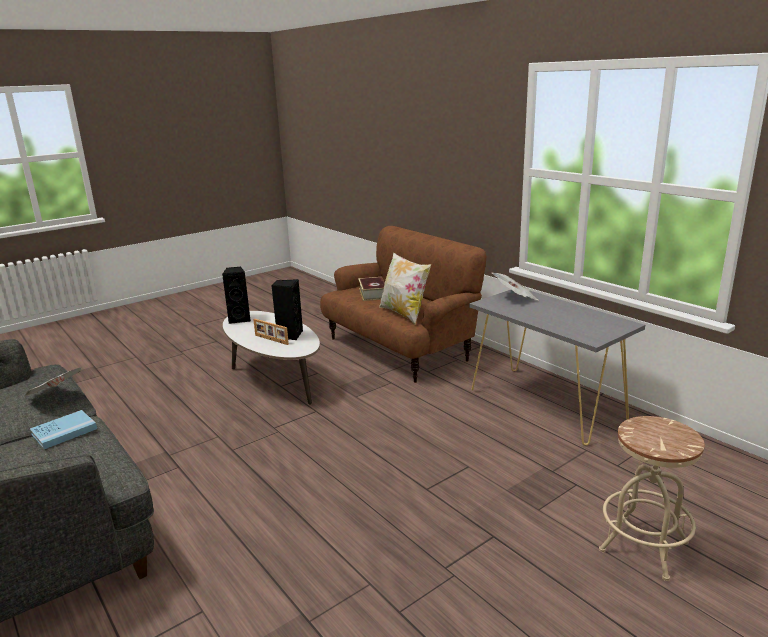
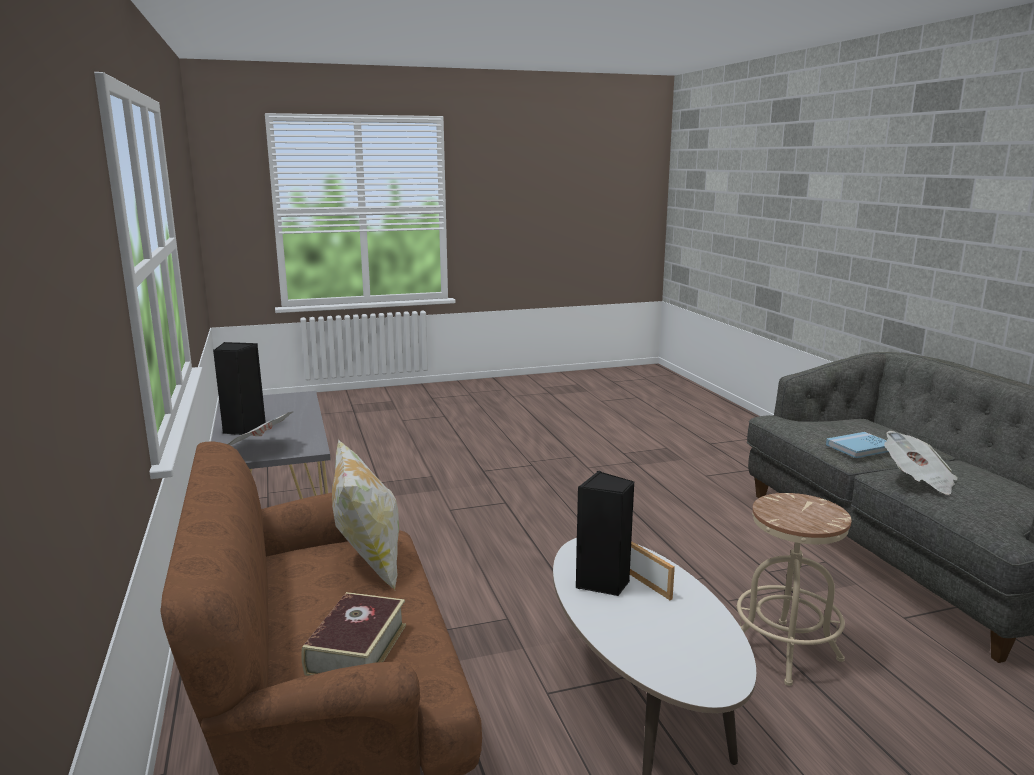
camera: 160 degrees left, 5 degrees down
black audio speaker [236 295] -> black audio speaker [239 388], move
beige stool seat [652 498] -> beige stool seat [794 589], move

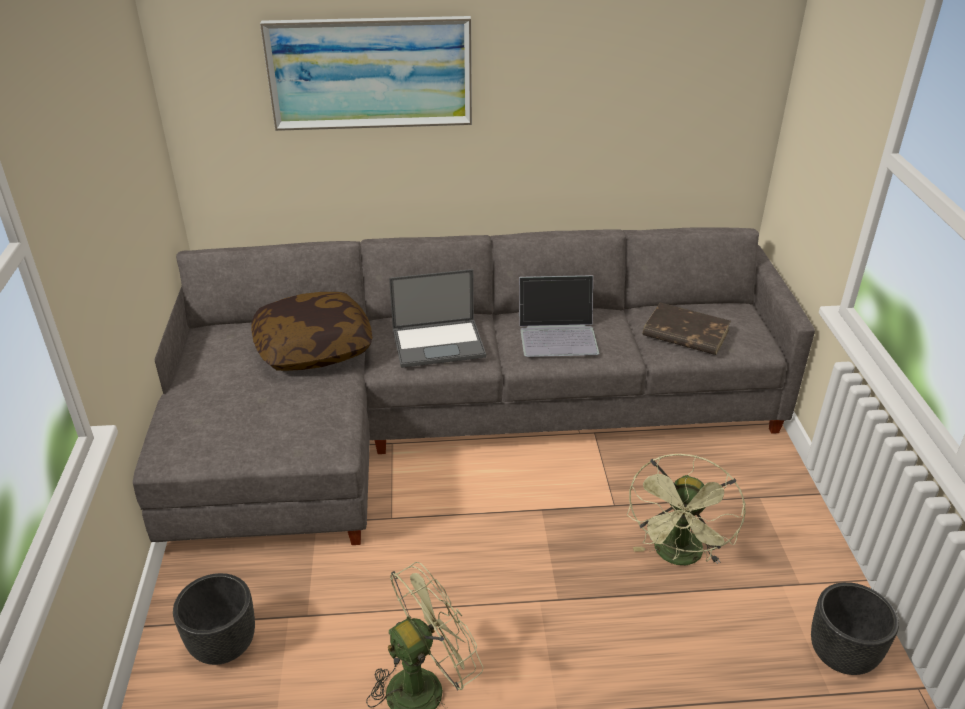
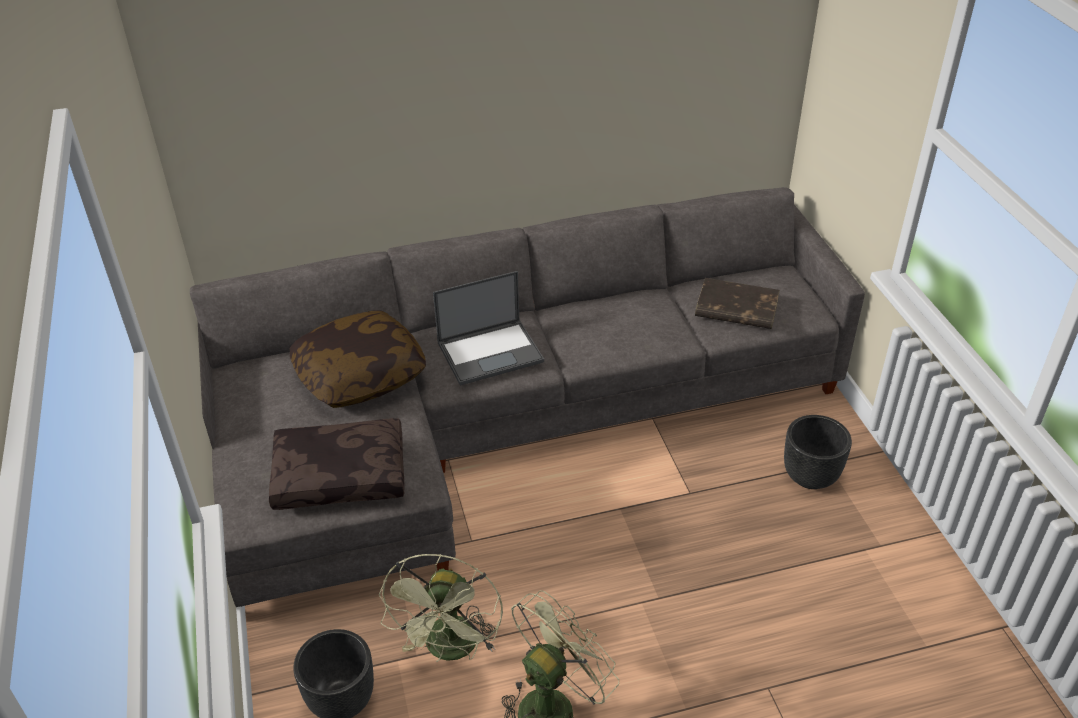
camera: 10 degrees left, 5 degrees up
wall picture [366 73] -> none
notebook computer [559 316] -> none
none -> brown-coloured throw pillow [336 464]
green-coloured cooling fan [686 509] -> green-coloured cooling fan [441 608], move
black plant pot [855 628] -> black plant pot [818 452], move

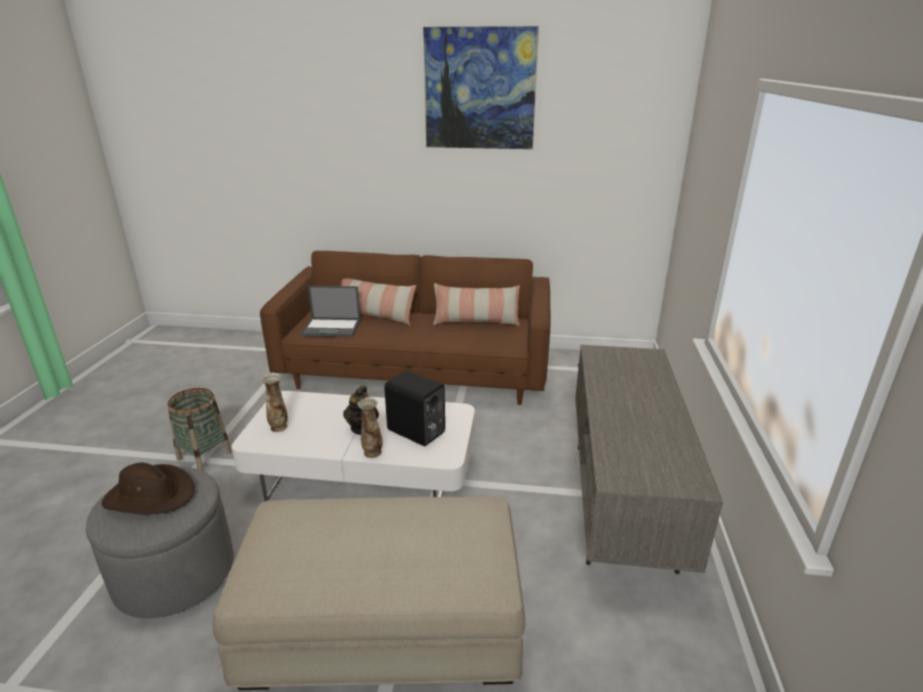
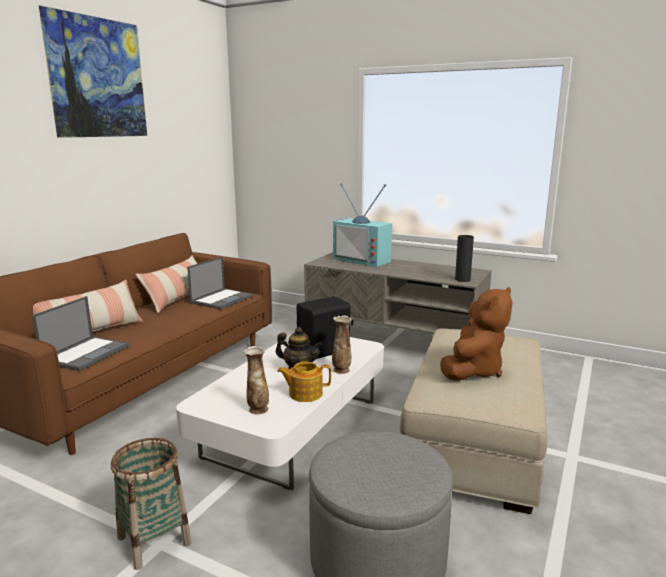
camera: 70 degrees left, 10 degrees down
brown-coloured clothing hat [148 488] -> none
none -> notebook computer [220 283]
none -> teapot [304 382]
none -> TV [362 225]
none -> brown-coloured plush toy [476 334]
none -> black vase [464 258]

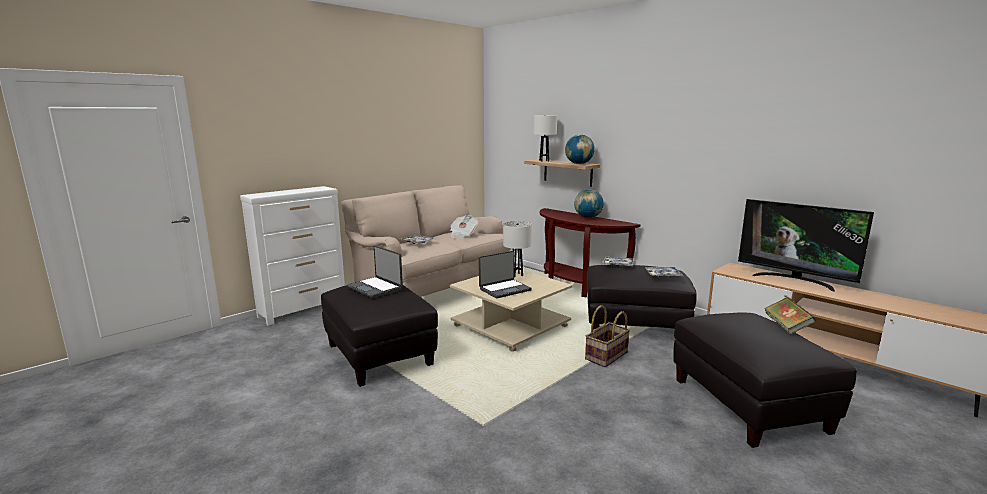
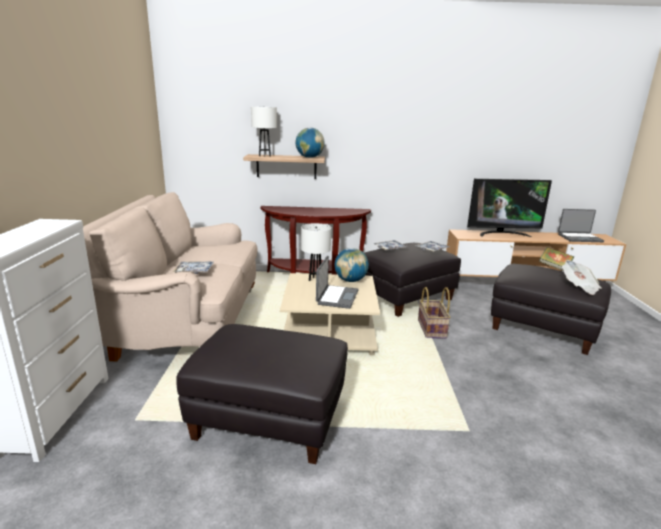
camera: 45 degrees left, 5 degrees up
notebook computer [375 271] -> notebook computer [581 225], move
newspaper [464 226] -> newspaper [582 277], move
globe [589 203] -> globe [352 265], move

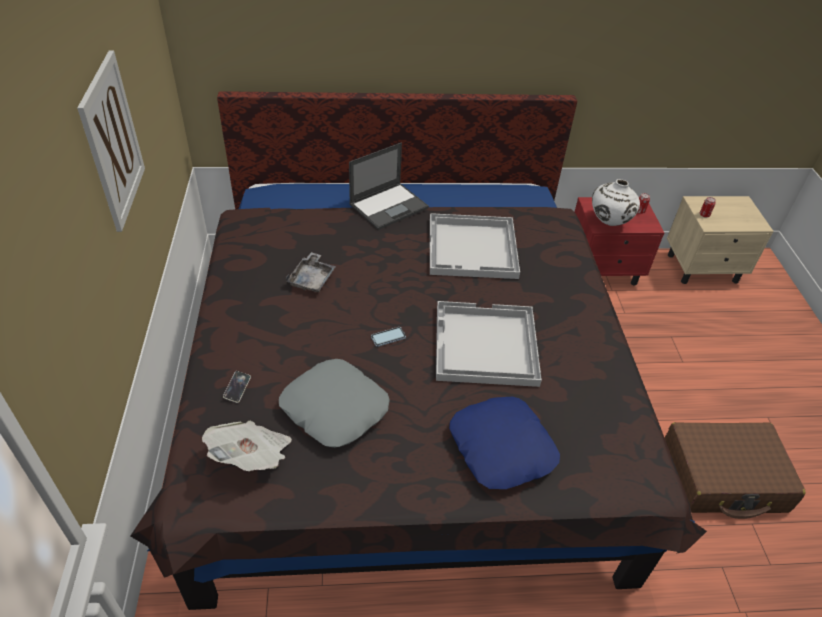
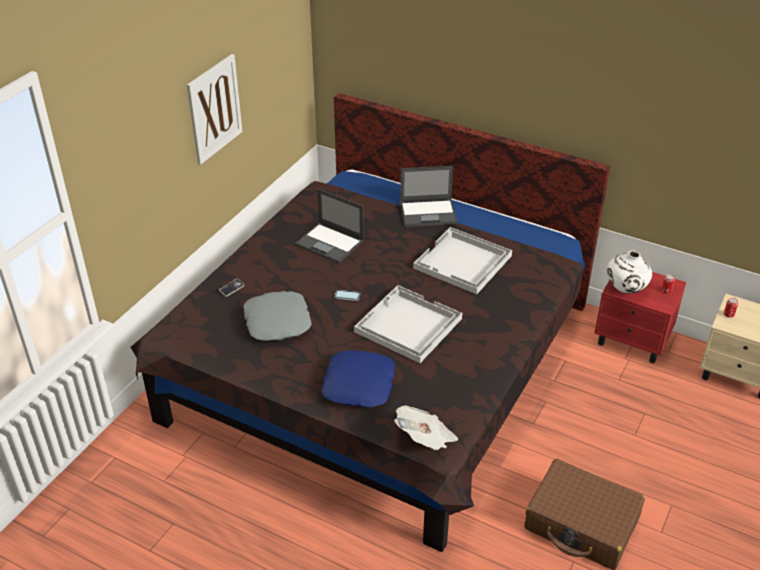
camera: 35 degrees right, 5 degrees down
newspaper [247 446] -> newspaper [426 427], move
gray serving tray [311 272] -> notebook computer [329 226]

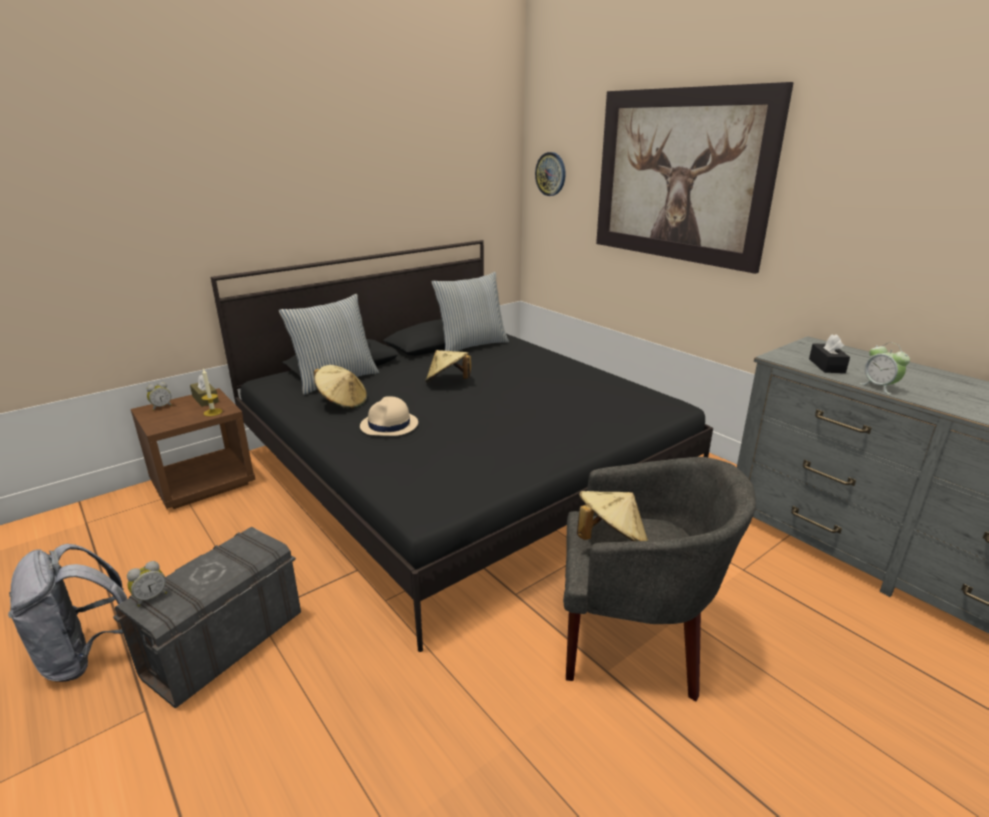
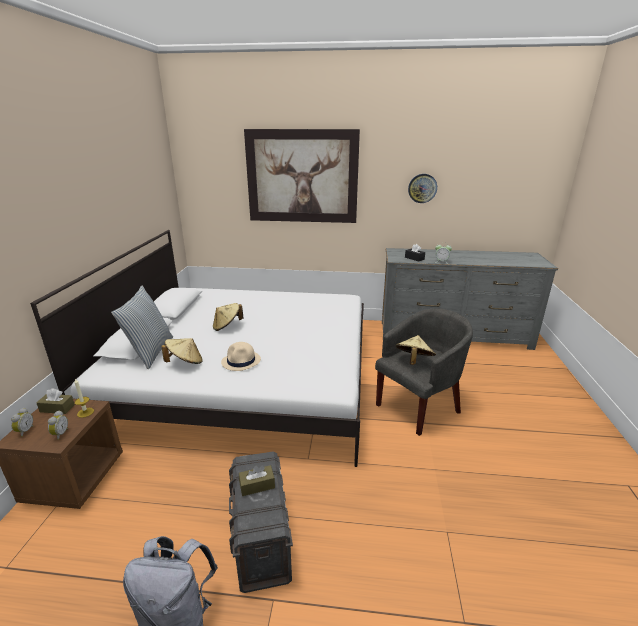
camera: 45 degrees left, 0 degrees up
throw pillow [470 311] -> none
none -> brown-coloured tissue holder [257 480]
bedside clock [147 583] -> bedside clock [58 425], move
hanging clock [550 174] -> hanging clock [422 188], move
black sleeping bed [462 446] -> whitish sleeping bed [197 348]

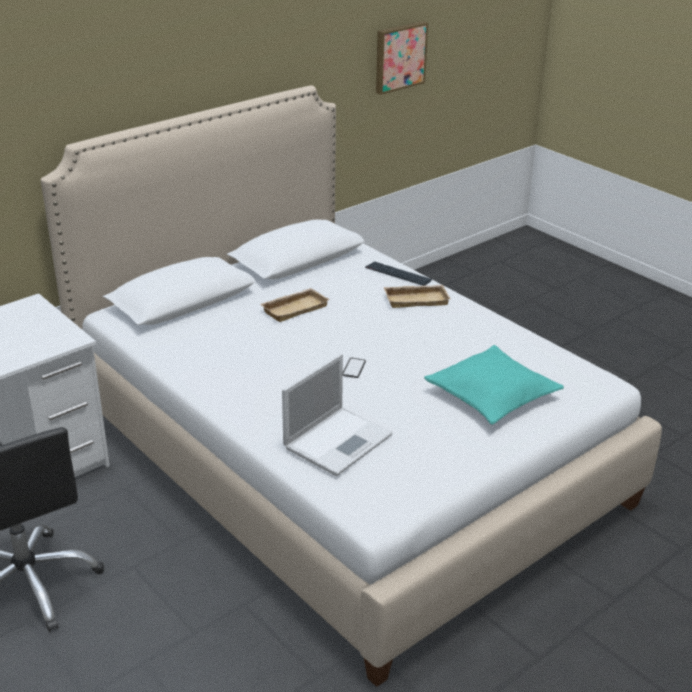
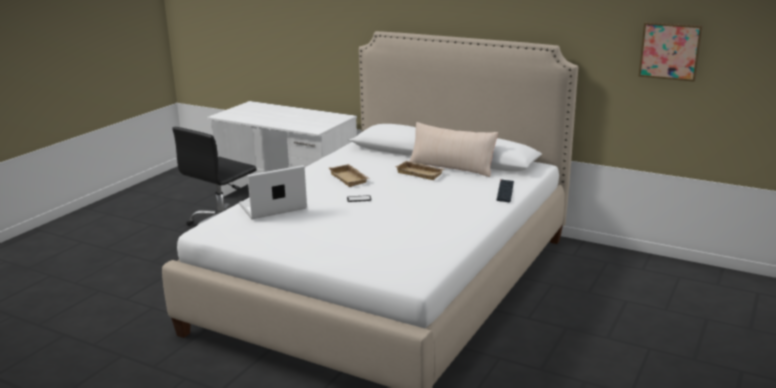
camera: 70 degrees right, 10 degrees down
blue-green throw pillow [494 385] -> none
none -> beige throw pillow [453 149]
beige serving tray [417 296] -> beige serving tray [349 175], move
notebook computer [337 415] -> notebook computer [273 192], 135 degrees clockwise

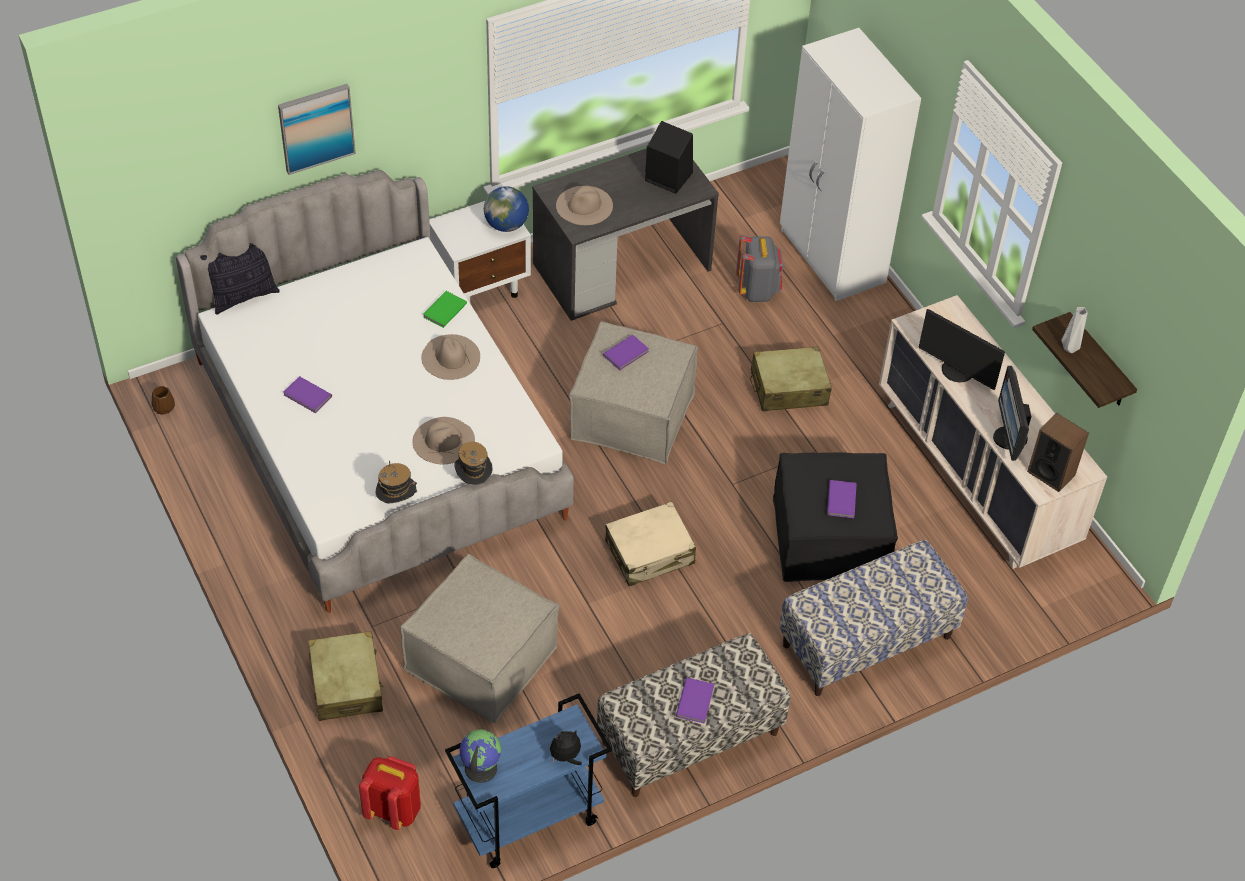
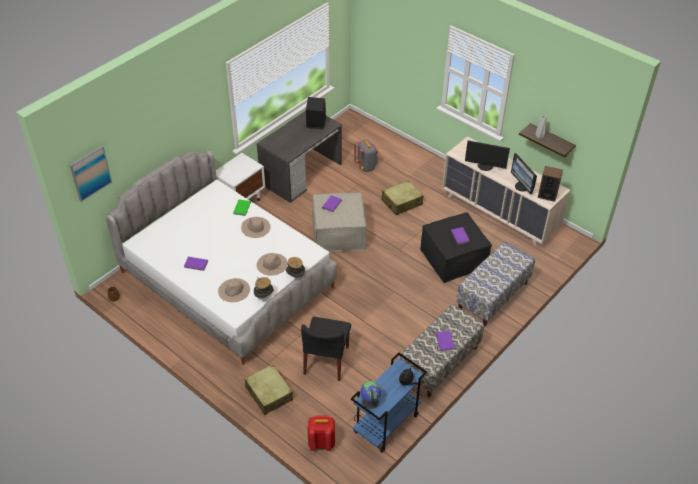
camera: 20 degrees left, 5 degrees down
throw pillow [240 279] -> none
globe [506 209] -> none
beige suitcase [650 543] -> none
whitish wardrobe [850 164] -> none
wall picture [317 129] -> wall picture [91 173], move
beige clothing hat [584 205] -> beige clothing hat [234 290], move
beige pouffe [480 638] -> black plain chair [326 349]

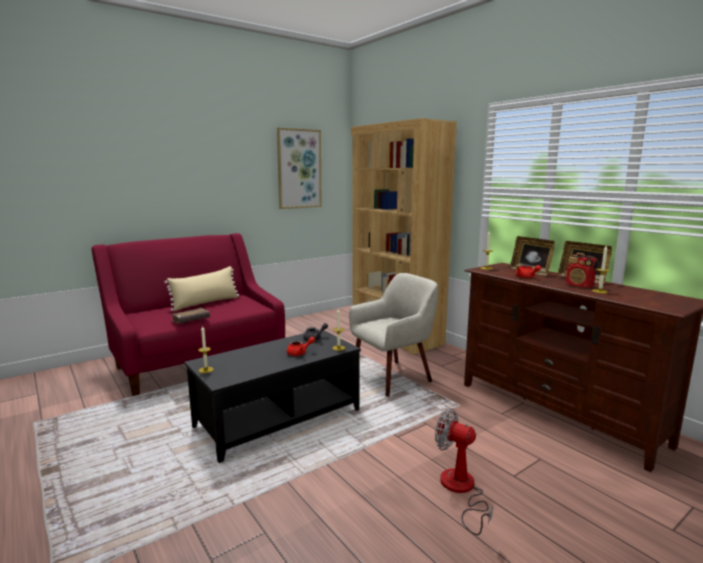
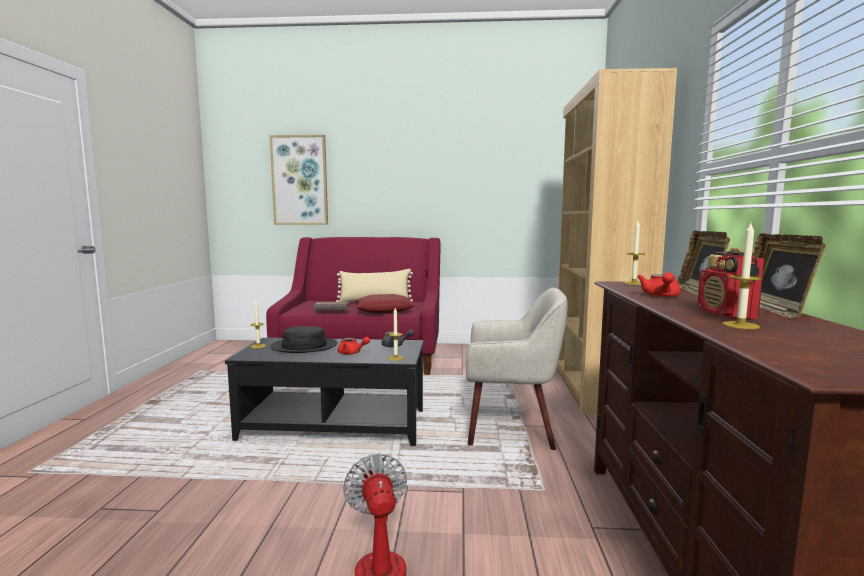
camera: 40 degrees right, 5 degrees down
none -> black clothing hat [304 339]
none -> red throw pillow [385 303]
wall picture [299 168] -> wall picture [299 180], move

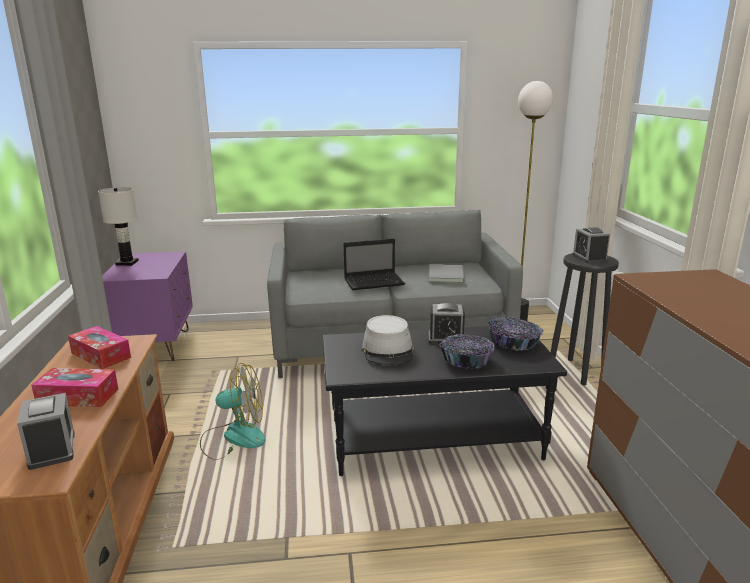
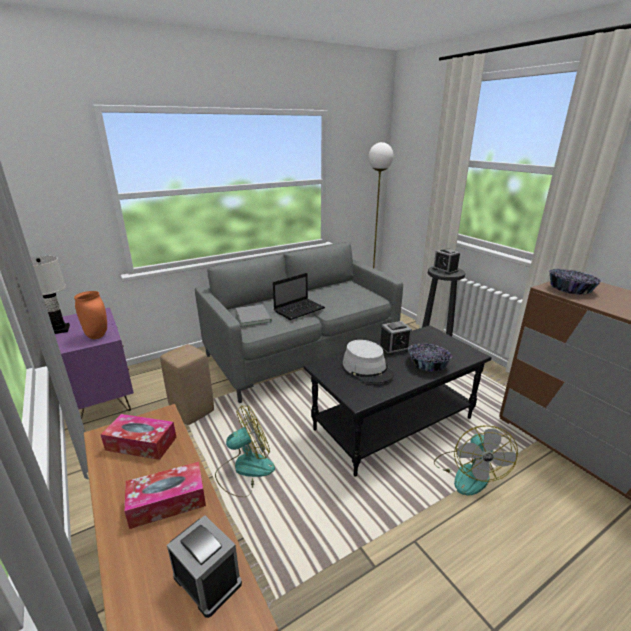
camera: 25 degrees left, 5 degrees up
none -> orange vase [90 315]
none -> beige stool seat [187 384]
none -> cooling fan [476 460]
gray volume [447 273] -> gray volume [254 315], move
bowl [516 334] -> bowl [575 282], move

